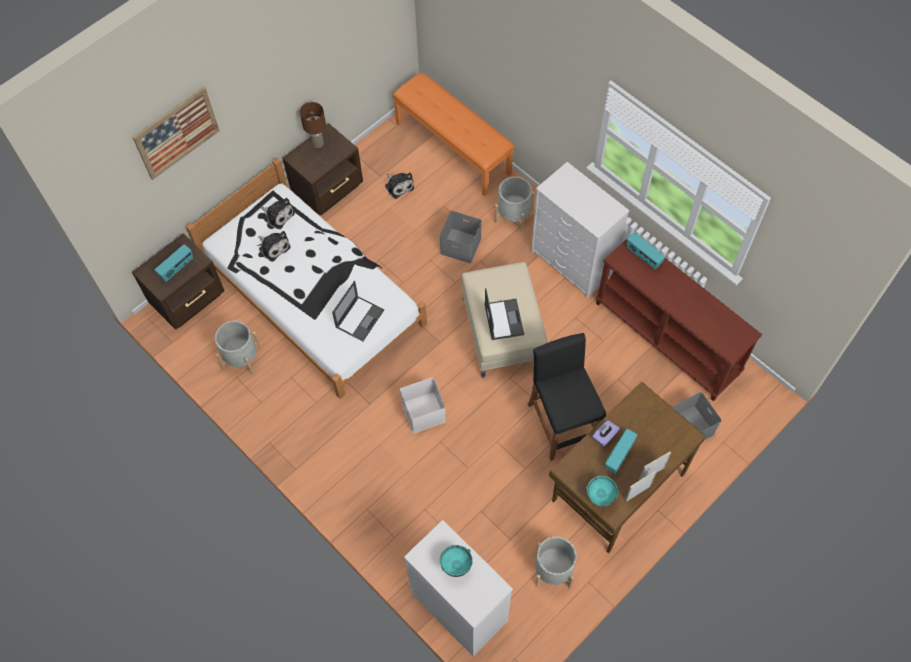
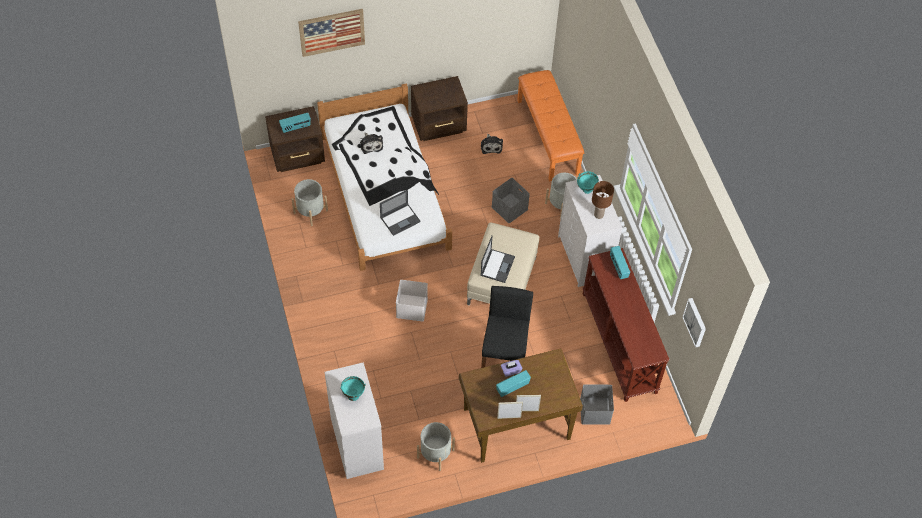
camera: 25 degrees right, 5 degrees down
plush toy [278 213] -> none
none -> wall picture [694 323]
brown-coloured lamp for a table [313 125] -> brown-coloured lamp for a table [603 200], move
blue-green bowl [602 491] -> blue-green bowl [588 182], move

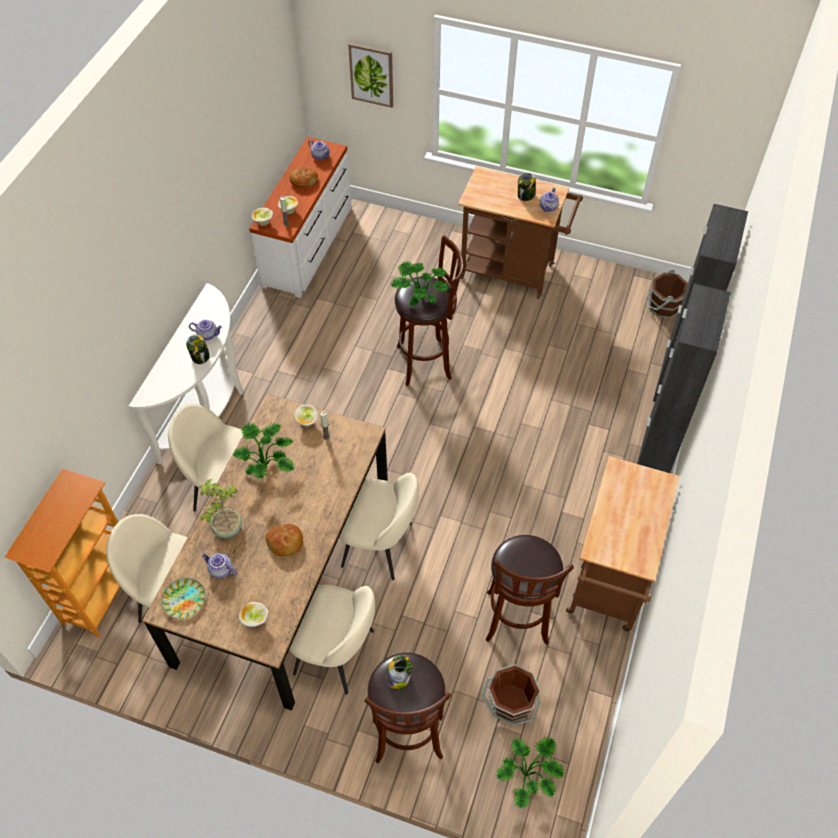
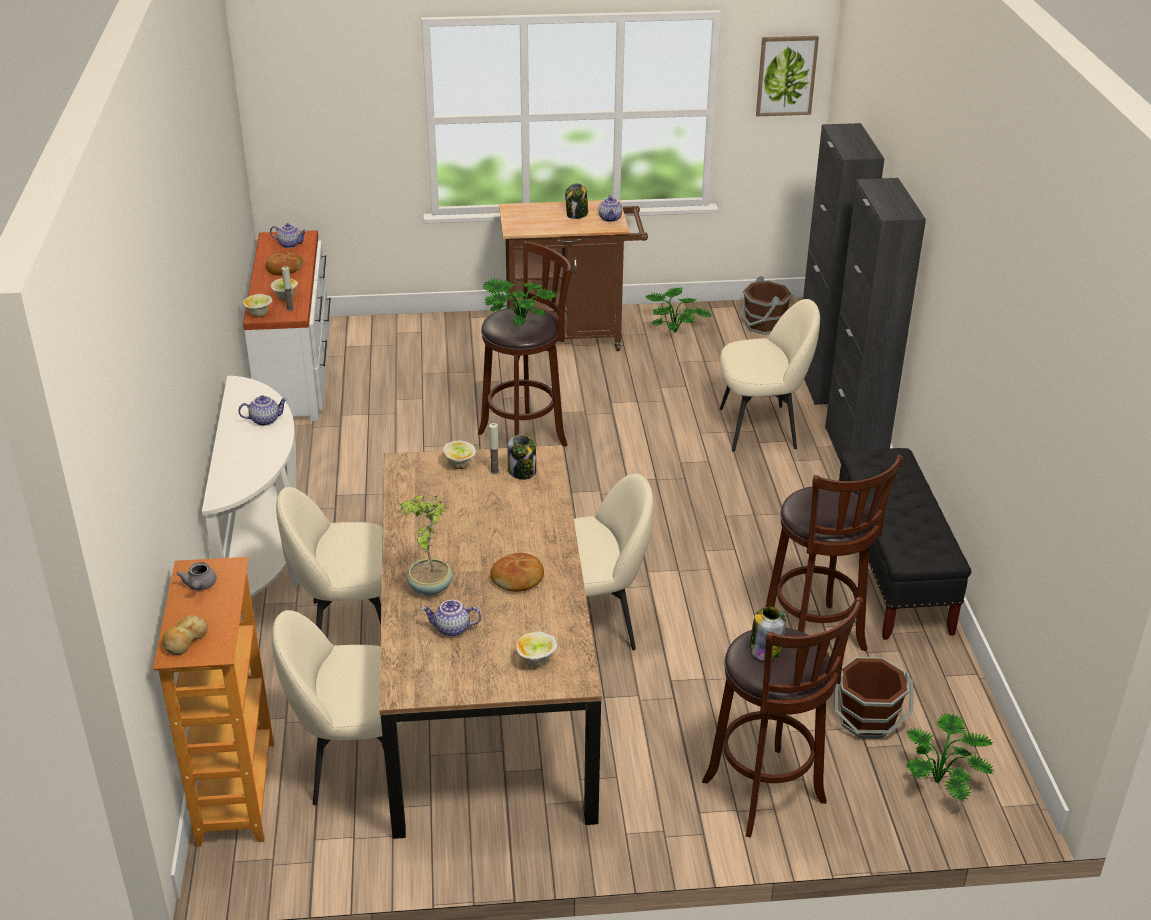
camera: 25 degrees left, 20 degrees down
flat dish [183 598] -> none
none -> bakery bread [185 635]
none -> gray teapot [196 576]
storage jar [198 349] -> storage jar [521 457], move
plant in a pot [263 450] -> plant in a pot [679 310], move
beige plain chair [332 639] -> beige plain chair [770 375], move
wall picture [370 75] -> wall picture [787 76], move
brown-coloured wheeled cart [623 544] -> black bench [905 544]

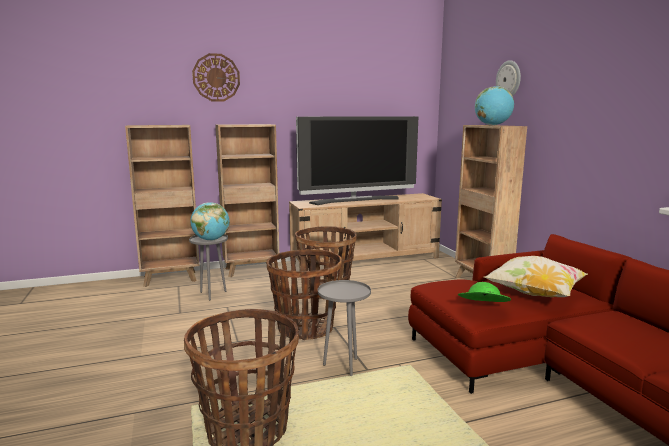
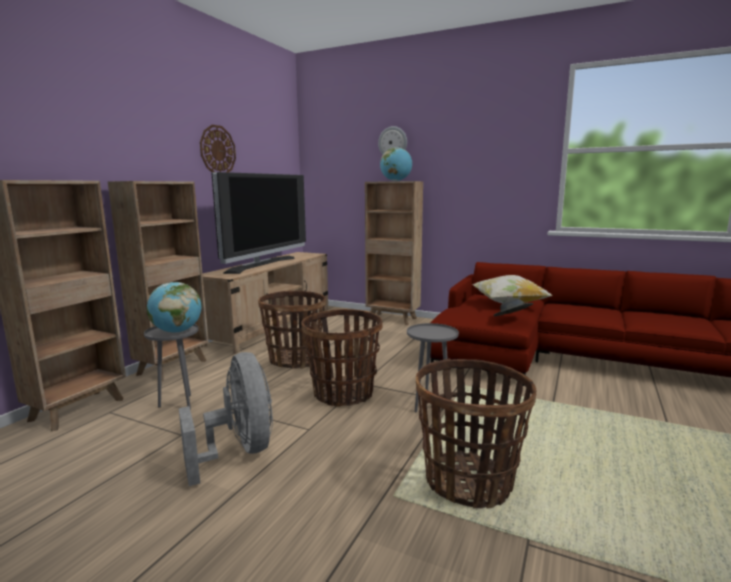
camera: 45 degrees left, 0 degrees up
none -> gray cooling fan [226 419]
hanging clock [216 77] -> hanging clock [218 148], move
green-coloured clothing hat [484 292] -> gray clothing hat [513 307]

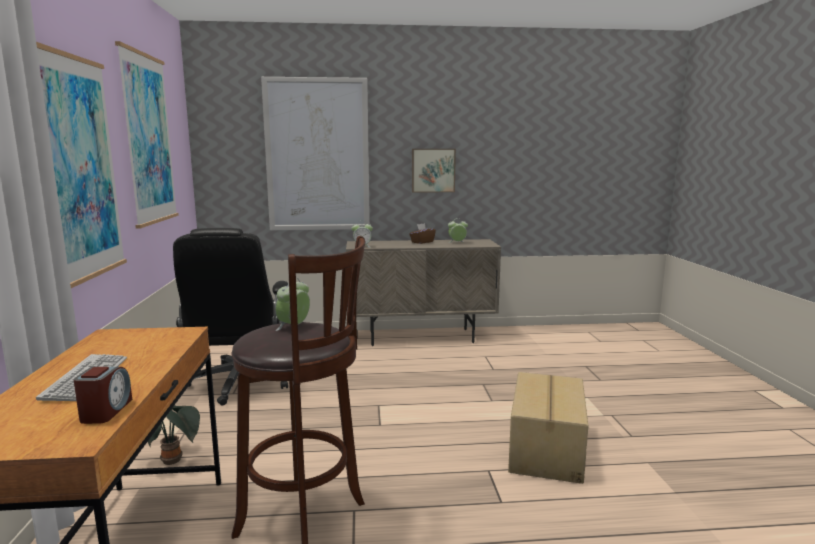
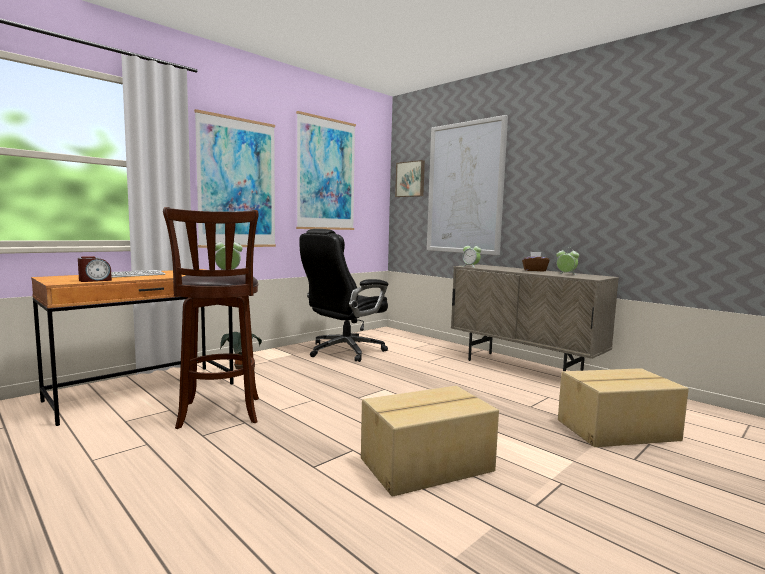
camera: 50 degrees right, 5 degrees down
none -> cardboard box [623 407]
wall picture [434 171] -> wall picture [410 178], move

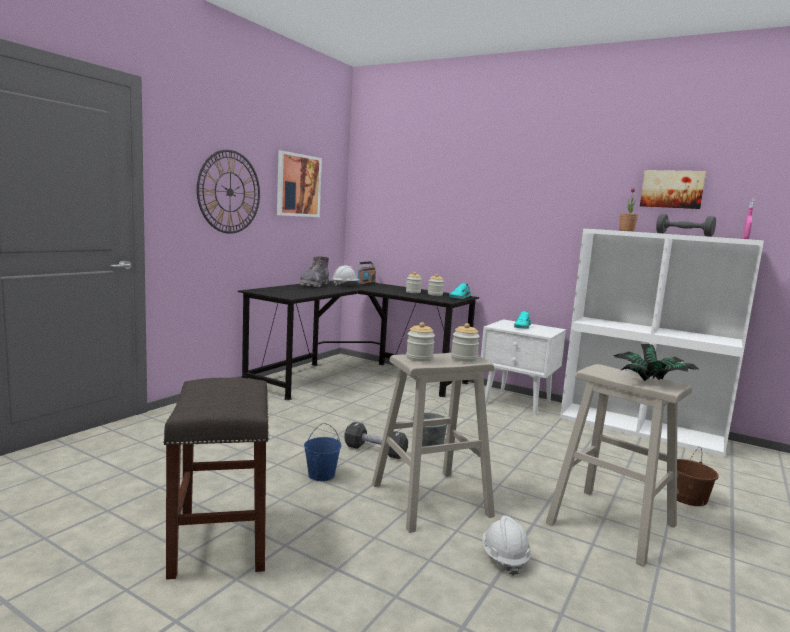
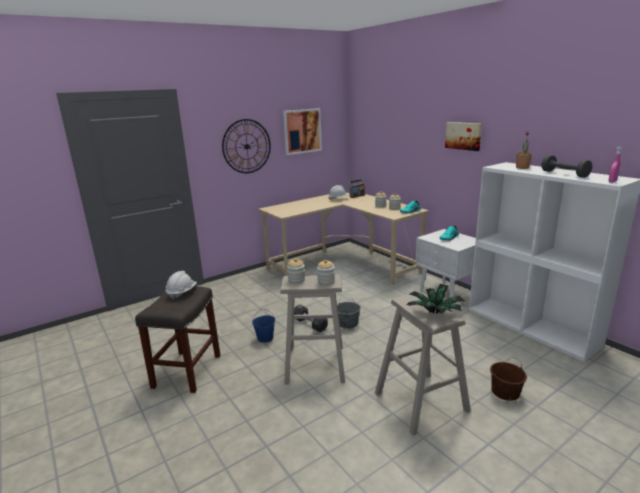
camera: 25 degrees right, 10 degrees up
gray tall boot [314 271] -> none
whitish work helmet [506 545] -> whitish work helmet [181 285], move
wall picture [673 189] -> wall picture [463 136], move
black desk [358 340] -> beige desk [343 239]

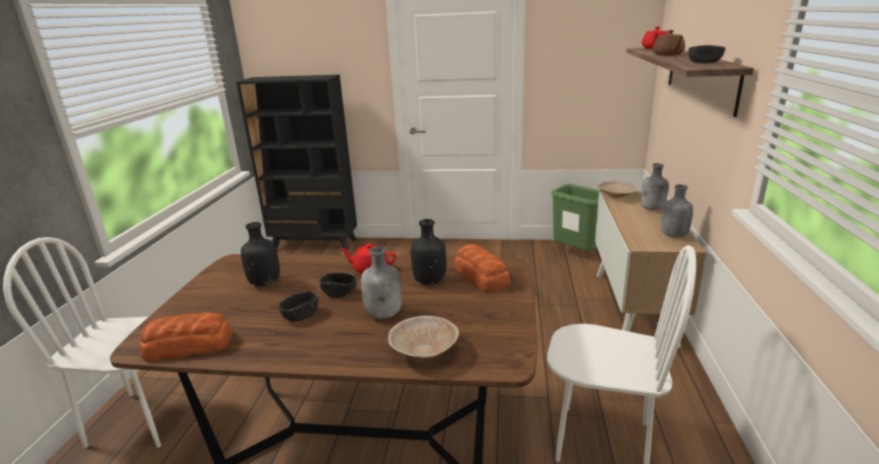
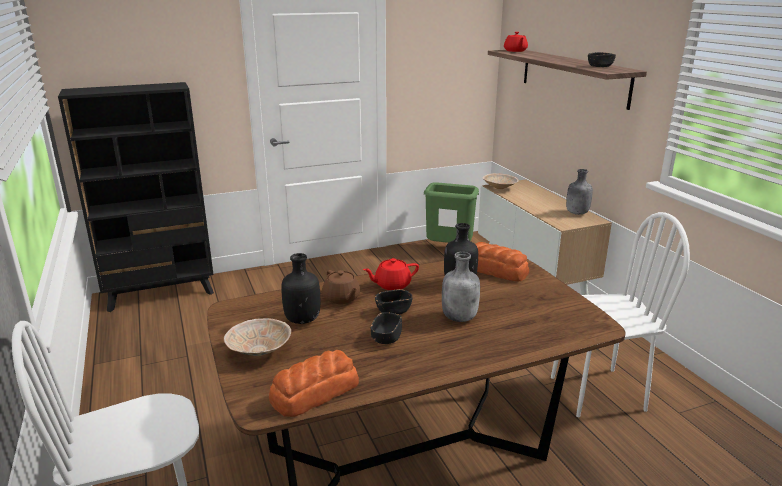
camera: 30 degrees left, 0 degrees up
gray drink bottle [655 186] -> none
beige bowl [423 336] -> beige bowl [257 337], move
brown-coloured teapot [669 43] -> brown-coloured teapot [341 287], move

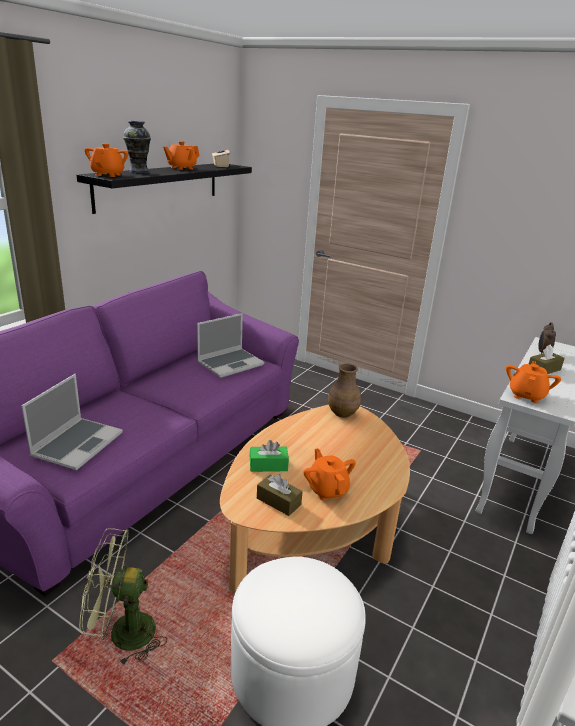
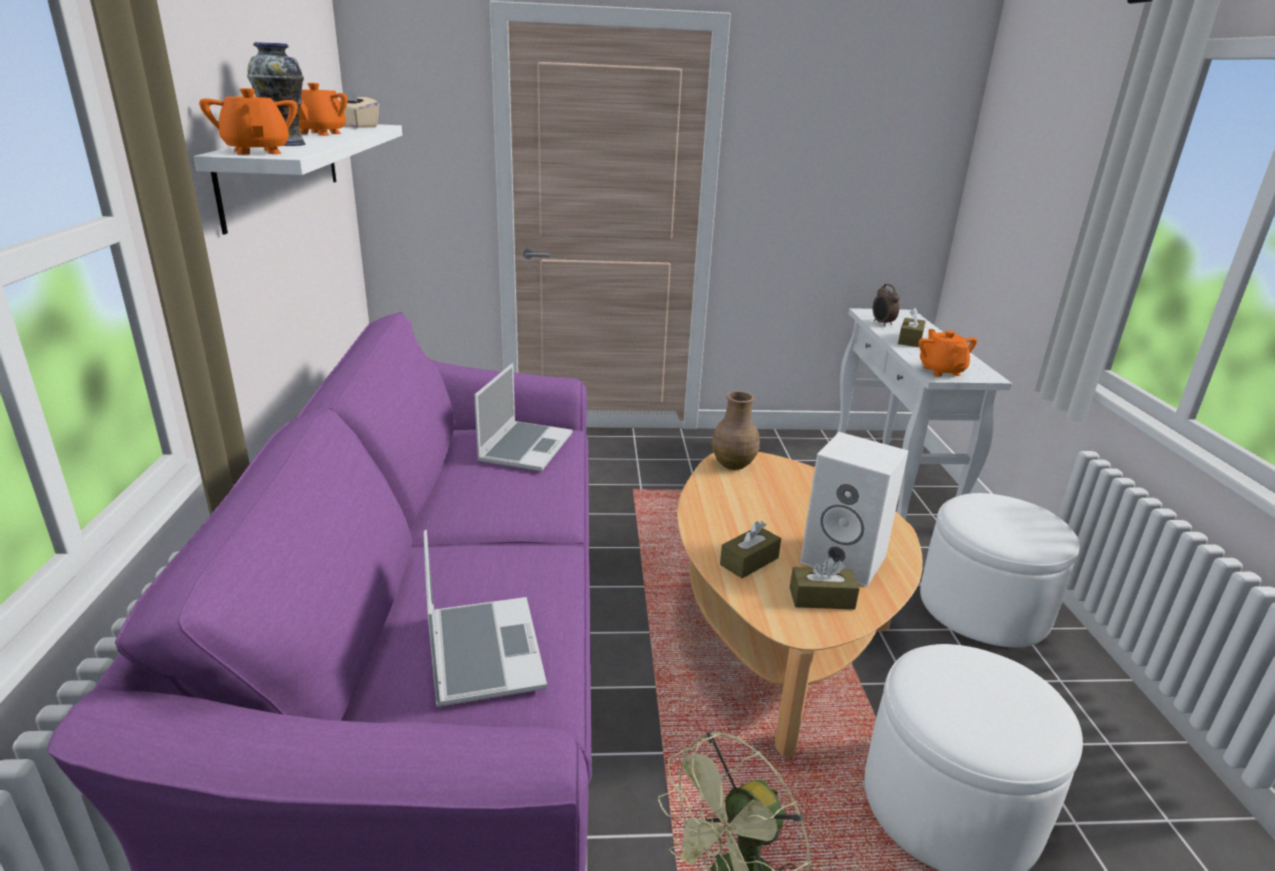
camera: 35 degrees left, 0 degrees up
none -> whitish pouffe [1000 570]
orange teapot [330 474] -> whitish audio speaker [854 509]
black shelf [164 189] -> whitish shelf [298 179]
green-coloured tissue holder [269 456] -> brown-coloured tissue holder [750 549]

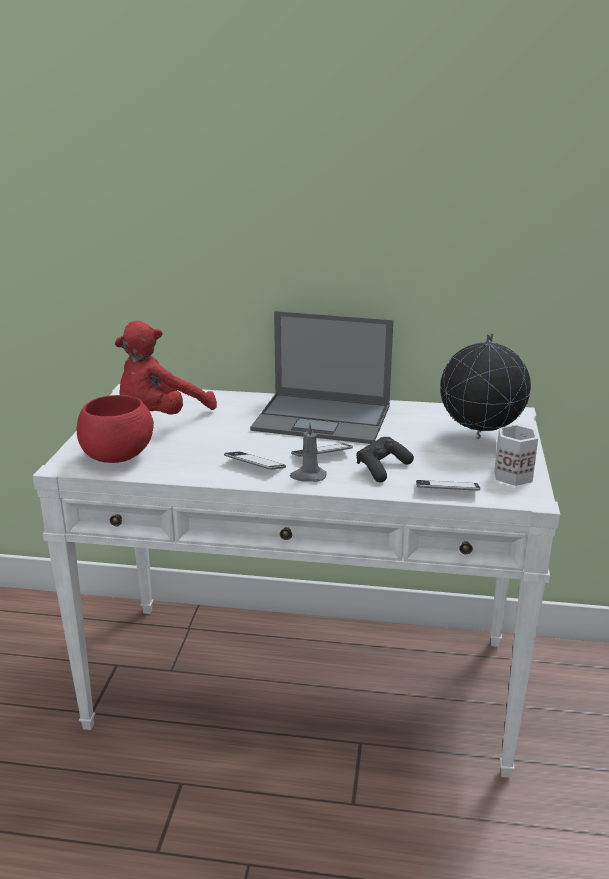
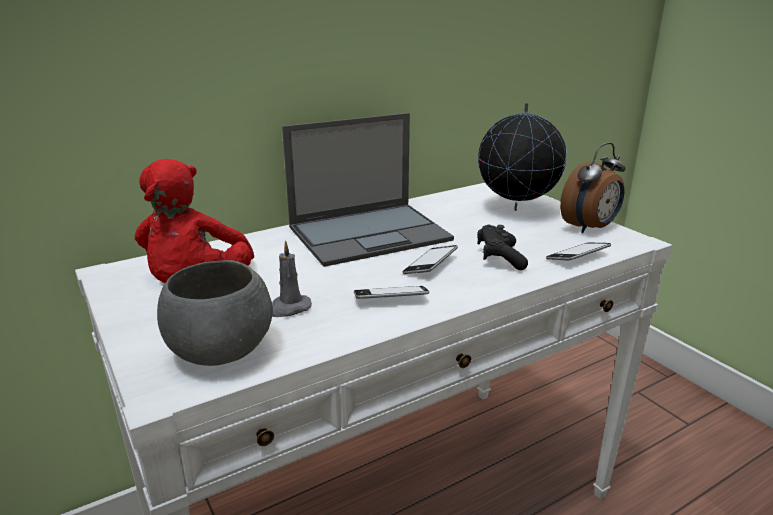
camera: 40 degrees left, 0 degrees up
gray candle [308 452] -> gray candle [292 278], move
whitish mug [516 455] -> bedside clock [593 187]
red bowl [115 429] -> gray bowl [215 313]

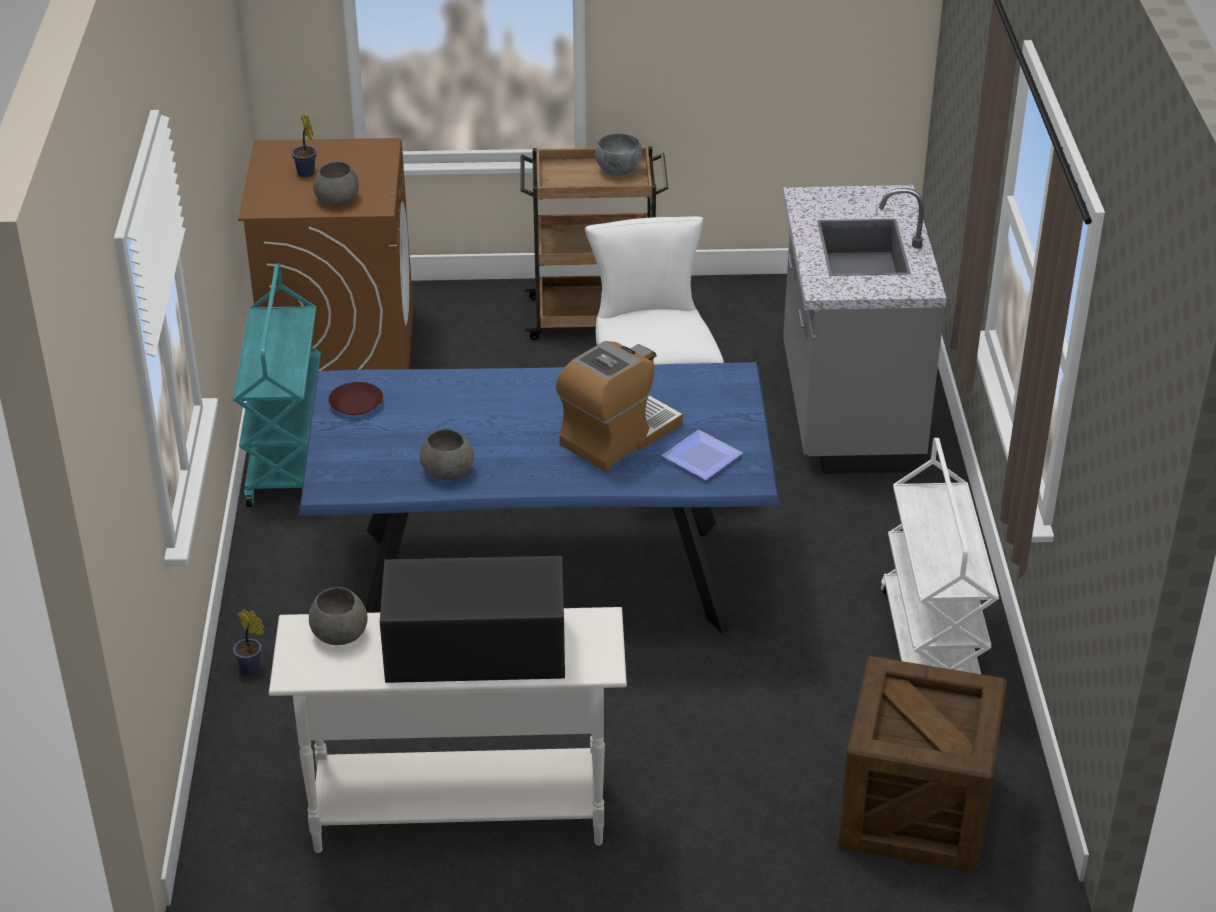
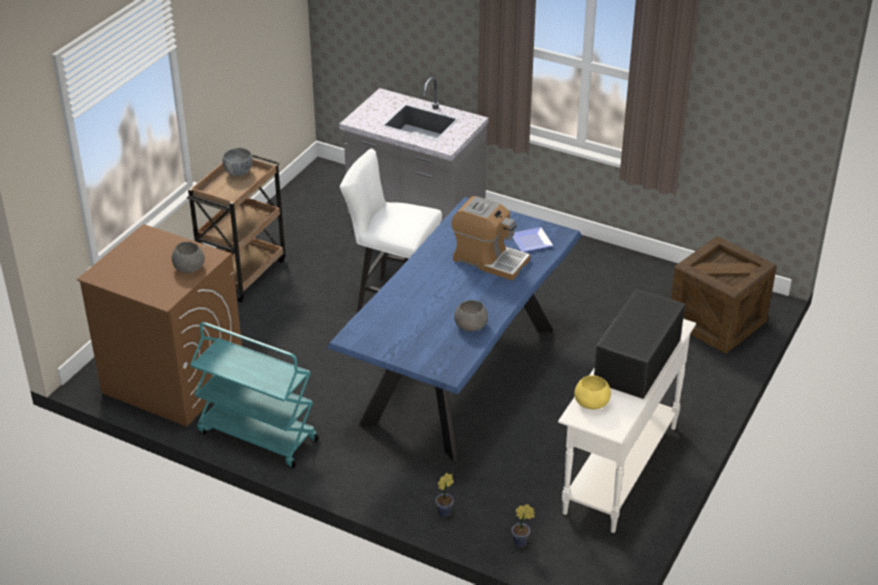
camera: 60 degrees left, 0 degrees up
brown-coloured flat dish [355 398] -> none
whitish wheeled cart [940 556] -> none
plant in a pot [304 145] -> plant in a pot [523 526], move
gray bowl [338 616] -> yellow bowl [592 392]
coffee maker [619 406] -> coffee maker [490 238], 135 degrees clockwise

